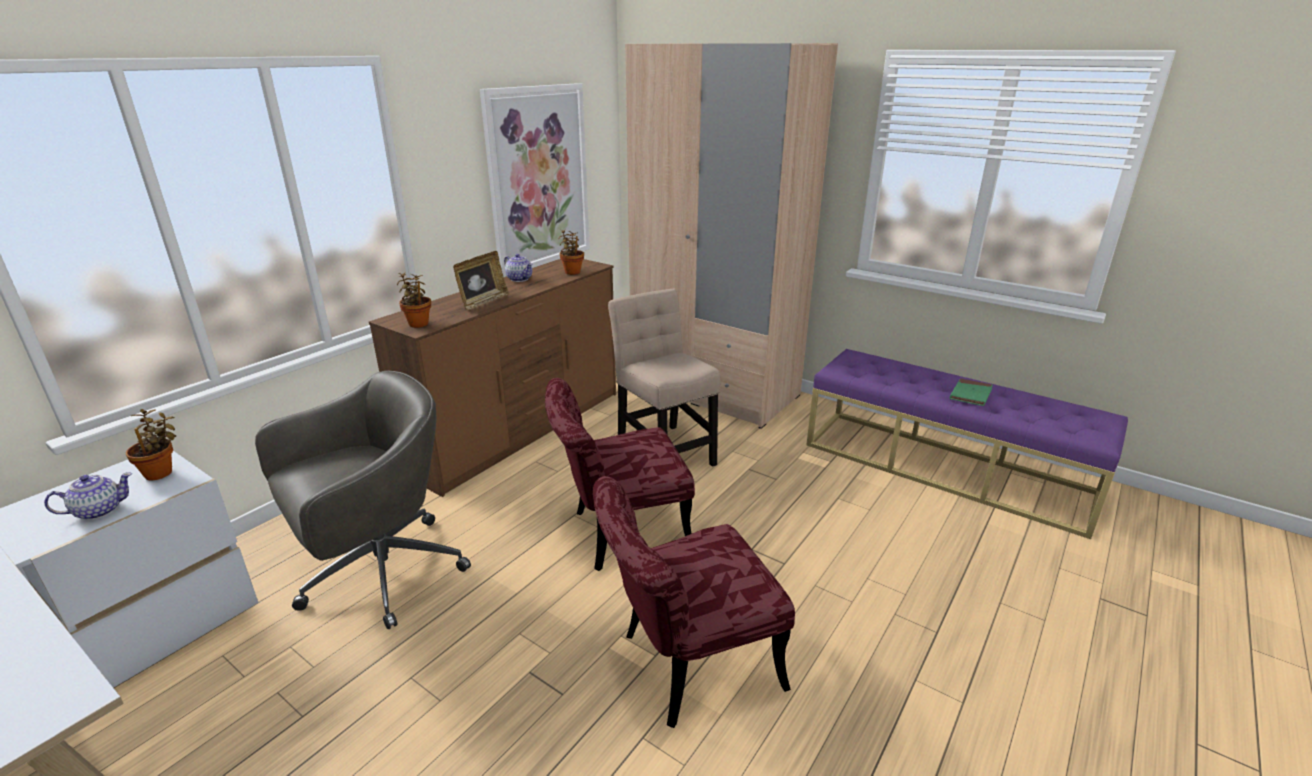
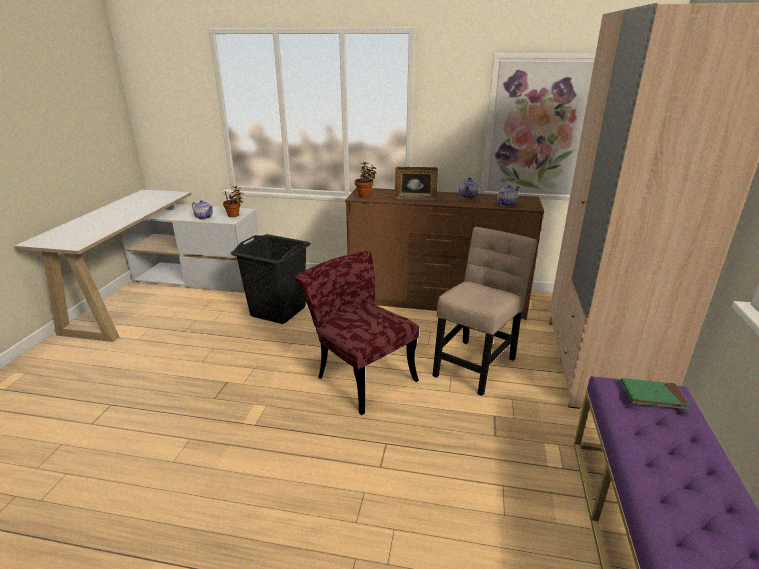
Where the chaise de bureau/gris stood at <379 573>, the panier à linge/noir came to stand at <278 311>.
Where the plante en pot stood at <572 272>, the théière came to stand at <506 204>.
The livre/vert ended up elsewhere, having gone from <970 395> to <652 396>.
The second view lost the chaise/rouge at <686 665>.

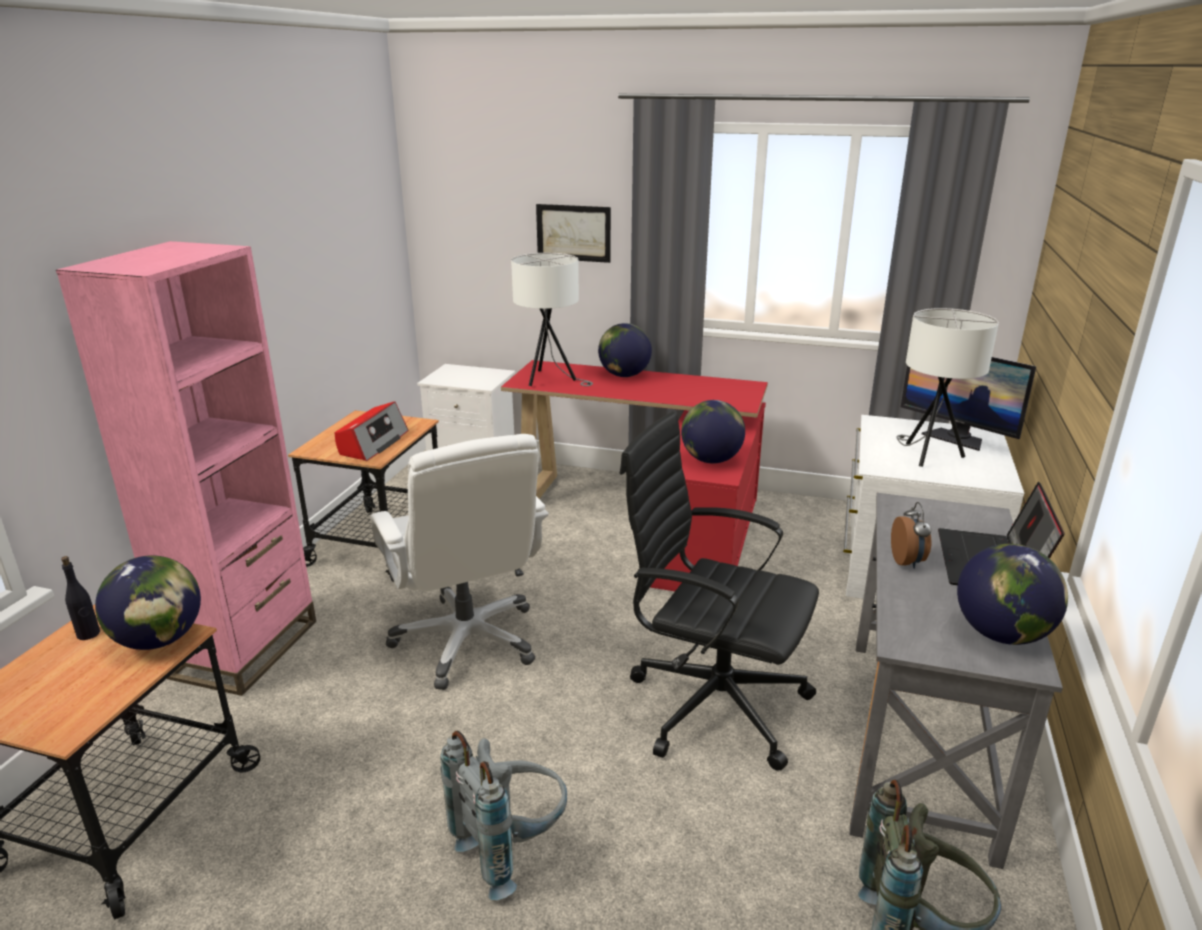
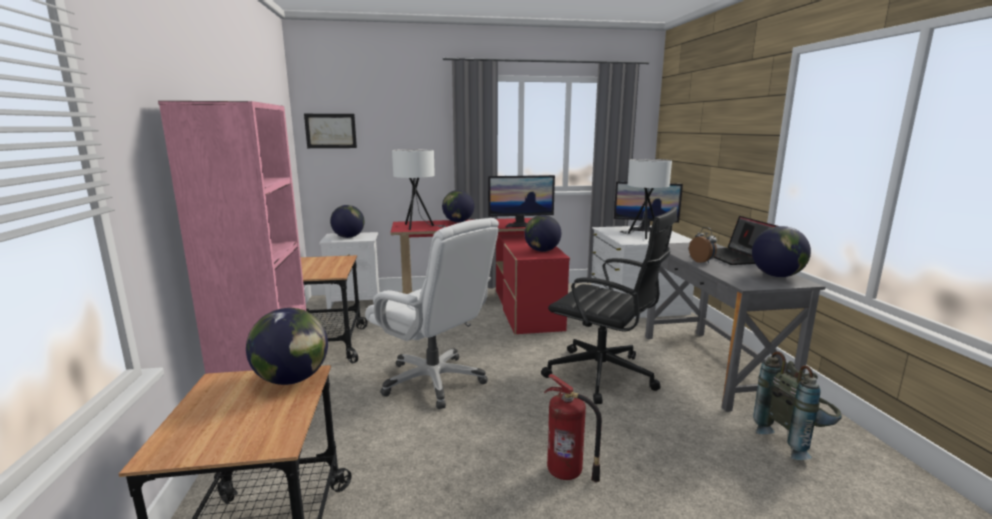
The tableau ended up elsewhere, having gone from <573 233> to <330 131>.
The second view gained the globe at <348 237>.
The second view gained the écran d'ordinateur at <520 225>.
The chaise de bureau/noir at <712 703> ended up facing another way, 150 degrees counterclockwise from before.
Where the sac à dos/gris stood at <512 847>, the extincteur came to stand at <567 473>.
The second view lost the bouteille/noir at <88 634>.
The second view lost the radio at <372 443>.

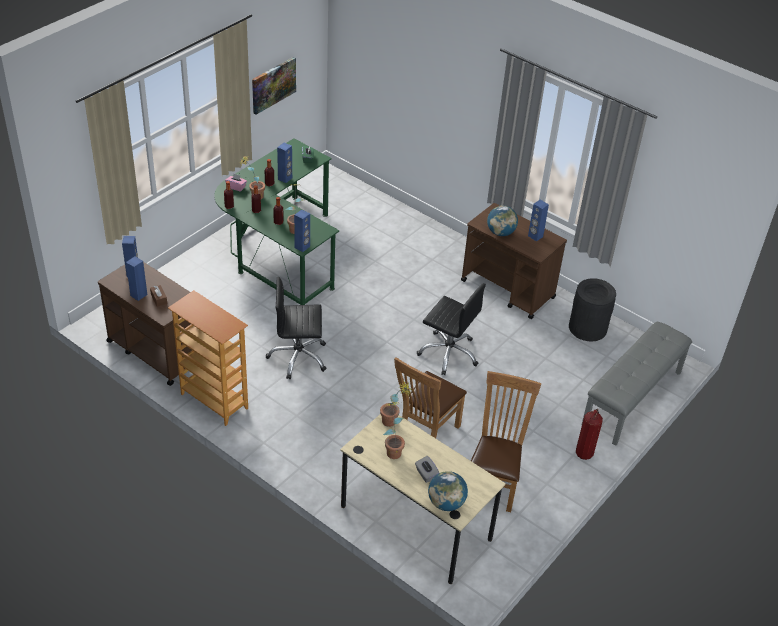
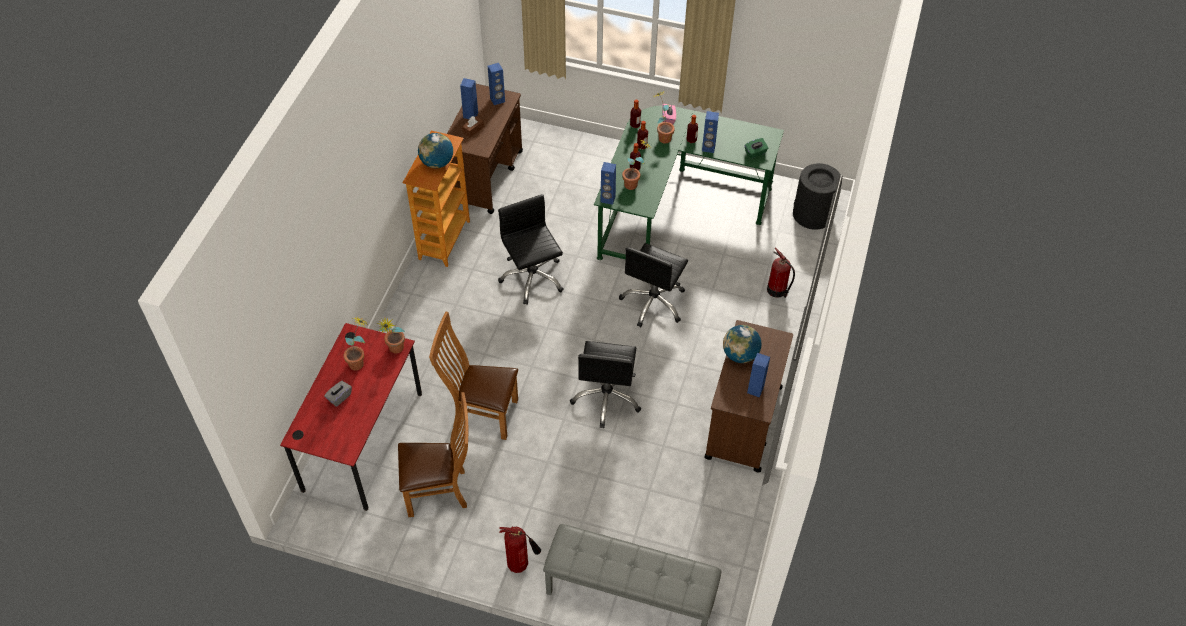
What was the bureau/beige at <415 523> turned into the bureau/rouge at <363 441>.
The globe ended up elsewhere, having gone from <446 503> to <437 163>.
The second view gained the chaise de bureau/noir at <653 302>.
The second view gained the extincteur at <777 290>.
The poubelle/noir ended up elsewhere, having gone from <588 328> to <812 214>.
The second view lost the tableau at <273 85>.

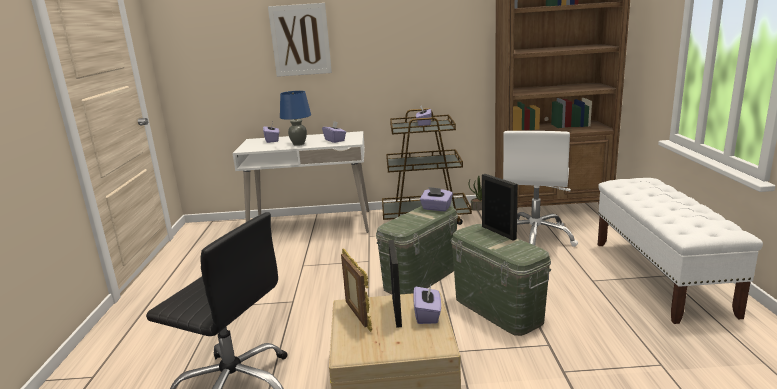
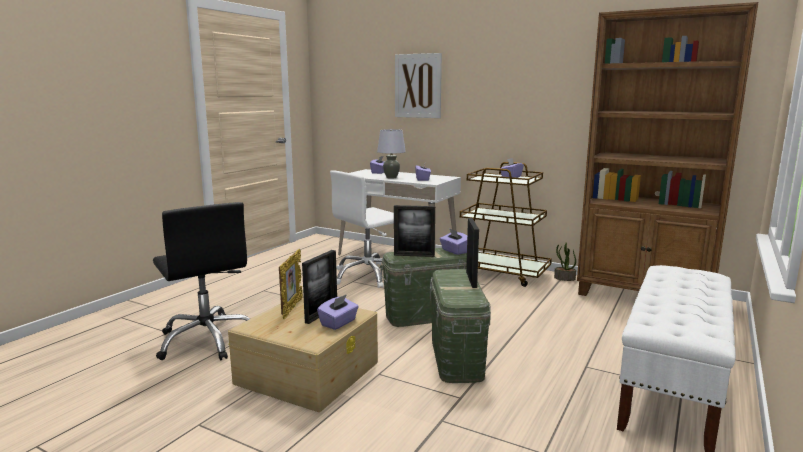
The chaise de bureau/blanc ended up elsewhere, having gone from <535 237> to <368 275>.
What was the lampe de table/bleu at <298 144> turned into the lampe de table/gris at <391 177>.
The second view gained the cadre photo at <414 255>.

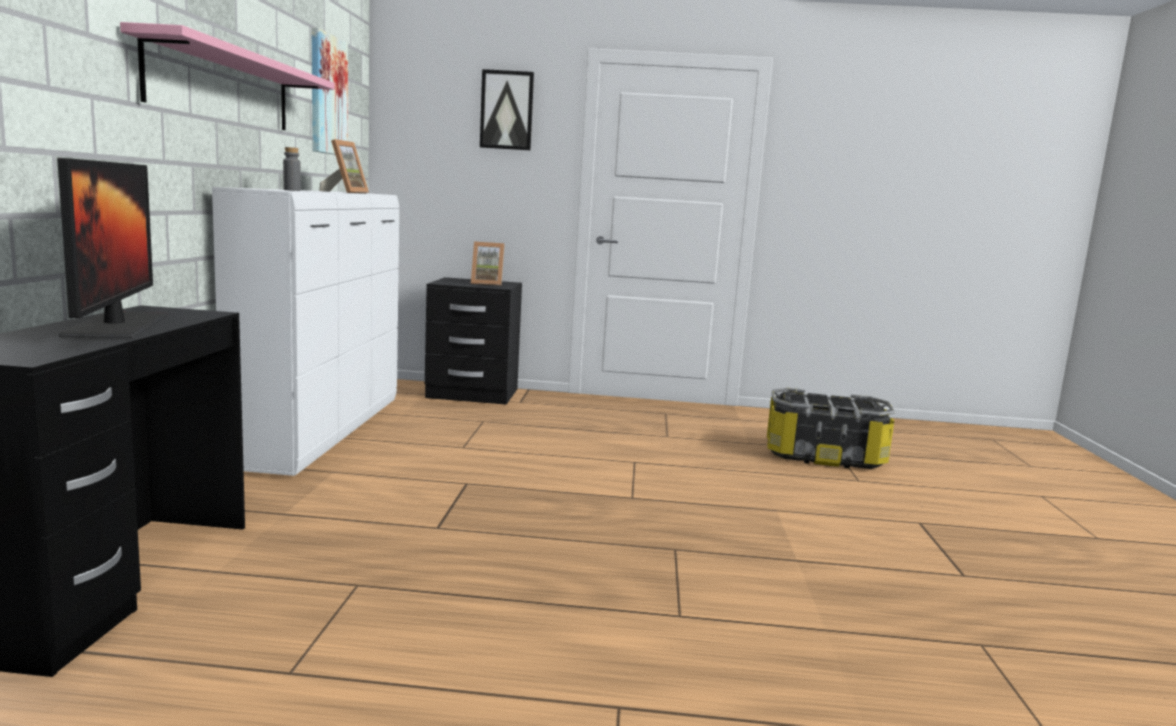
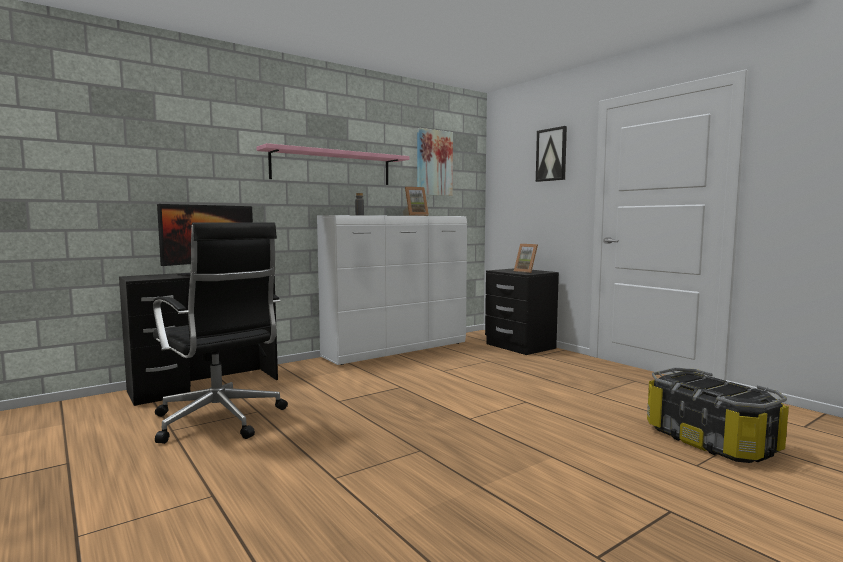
The second view gained the chaise de bureau/noir at <220 421>.

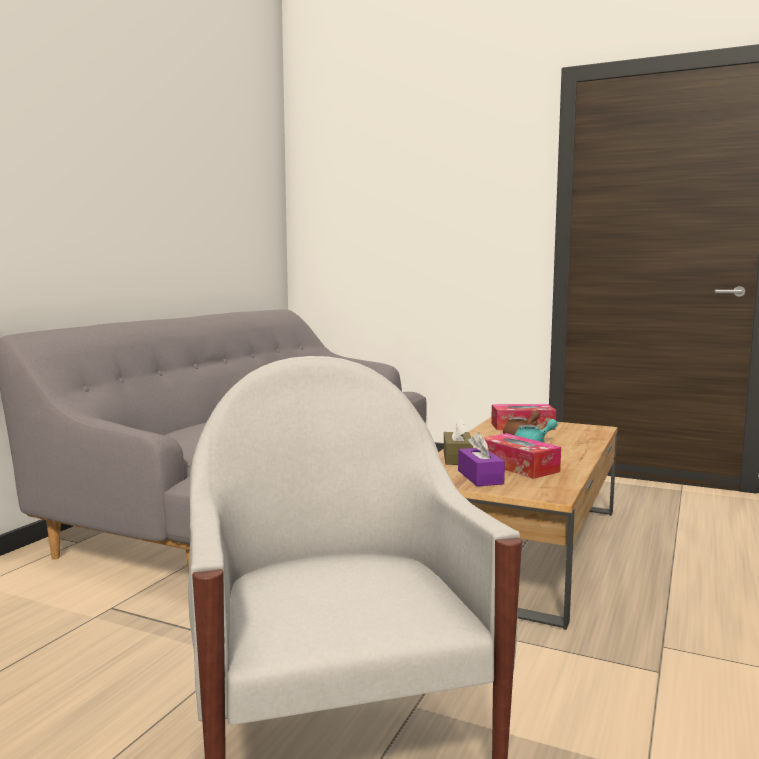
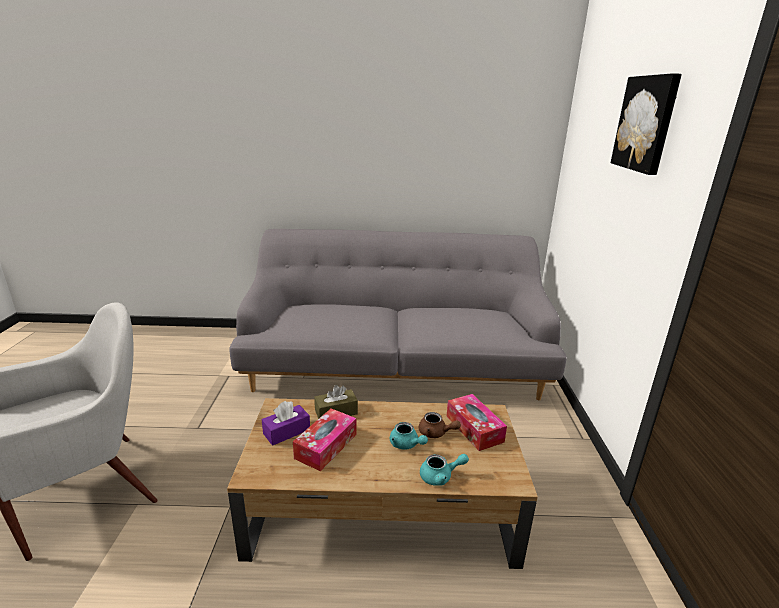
The second view gained the théière/turquoise at <440 476>.
The second view gained the tableau at <646 124>.

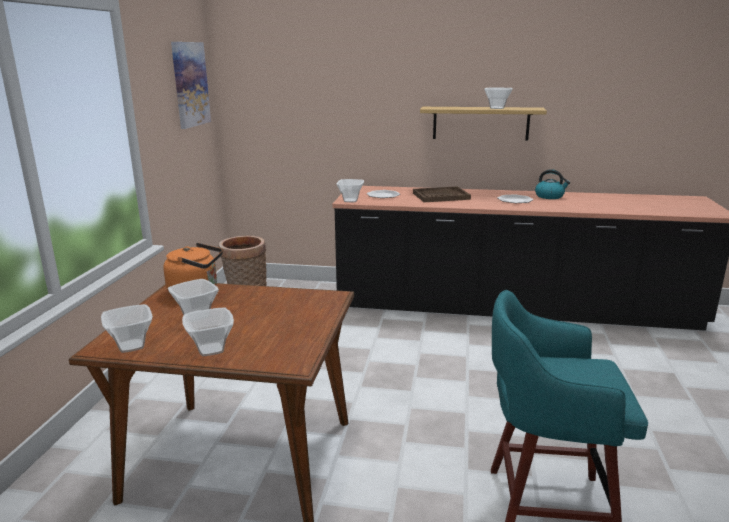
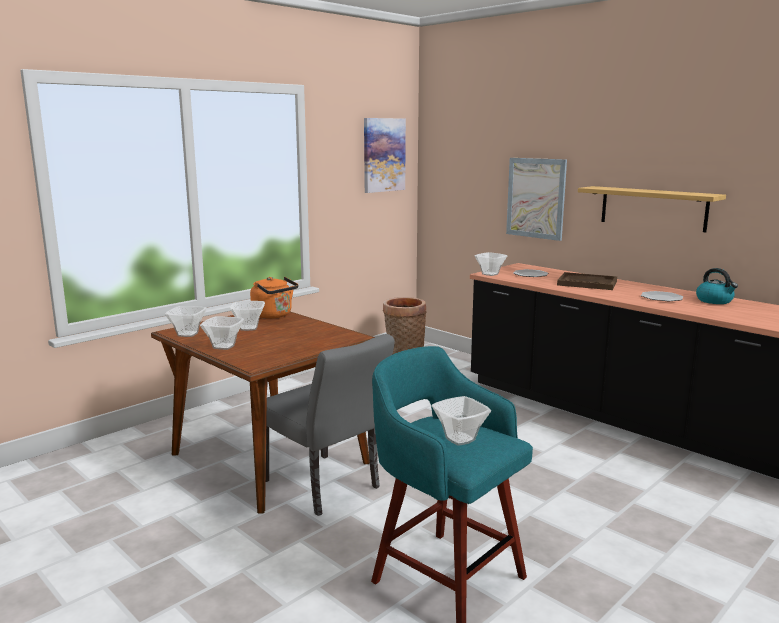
The second view gained the chaise/gris at <326 487>.
The bol ended up elsewhere, having gone from <496 108> to <460 438>.
The second view gained the tableau at <536 198>.

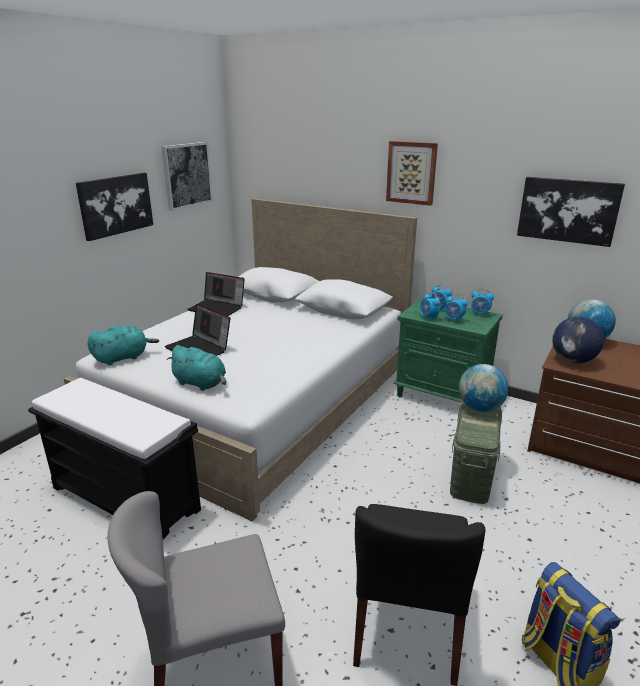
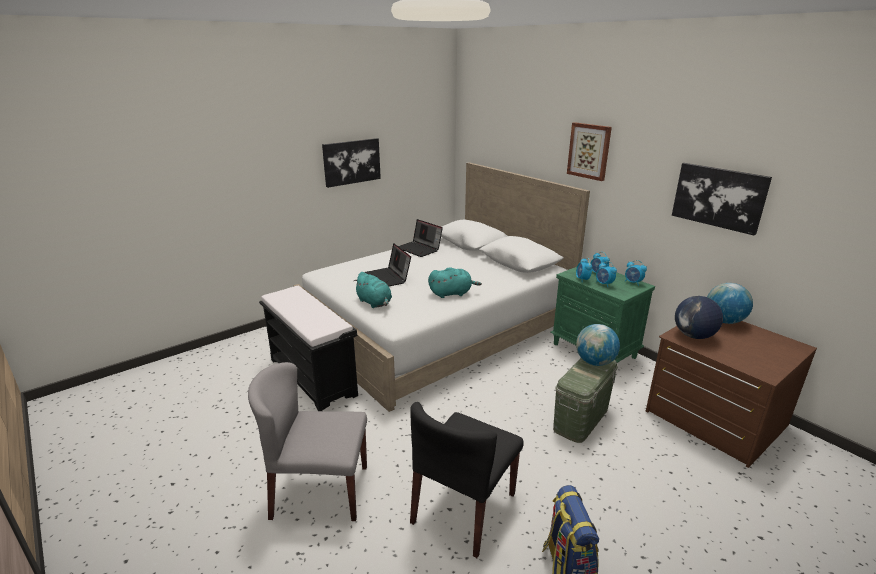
The peluche/turquoise ended up elsewhere, having gone from <123 357> to <452 293>.
The second view lost the tableau at <187 175>.

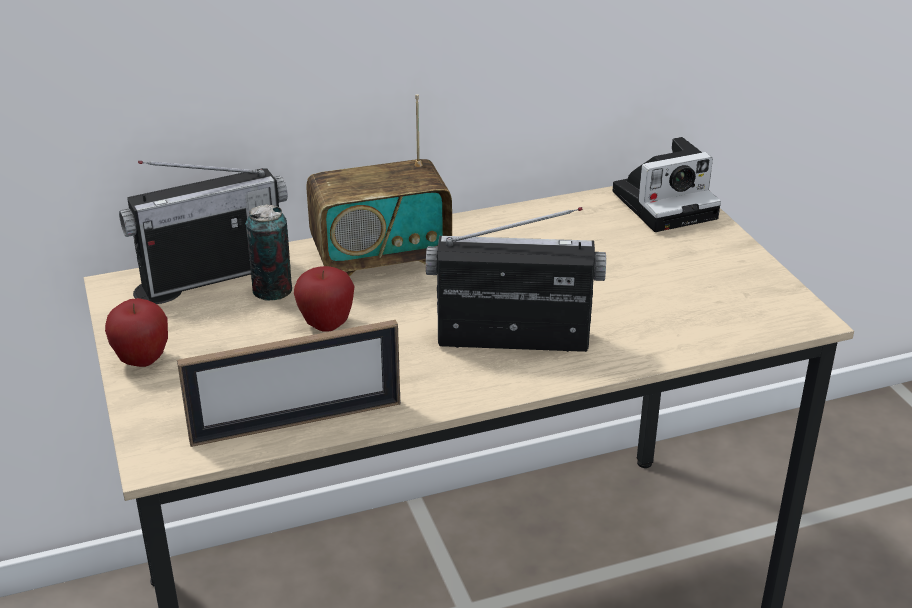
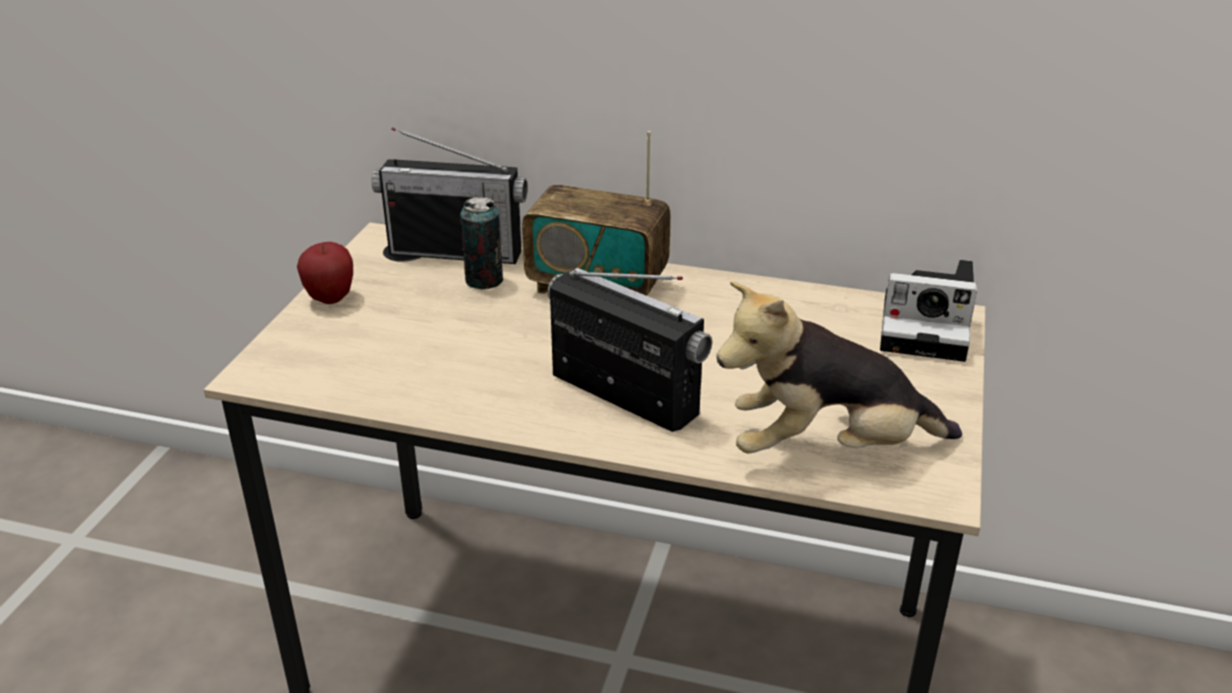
The second view gained the peluche at <827 449>.
The second view lost the cadre photo at <297 422>.
The second view lost the pomme at <326 325>.

